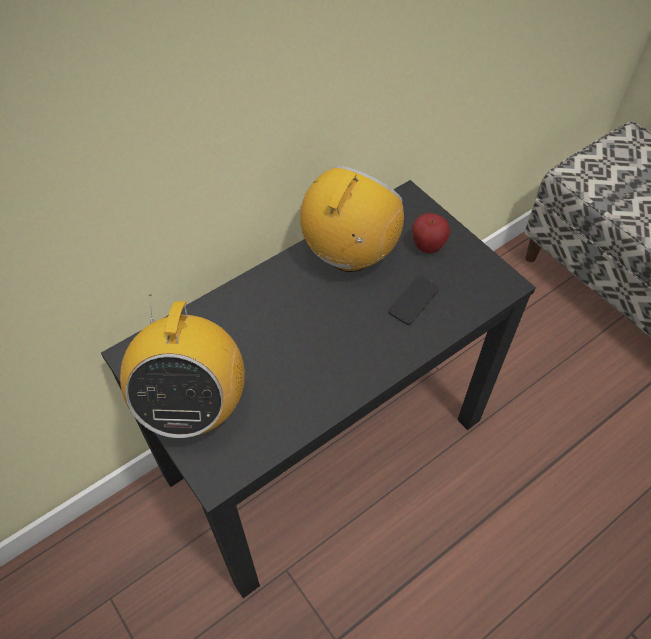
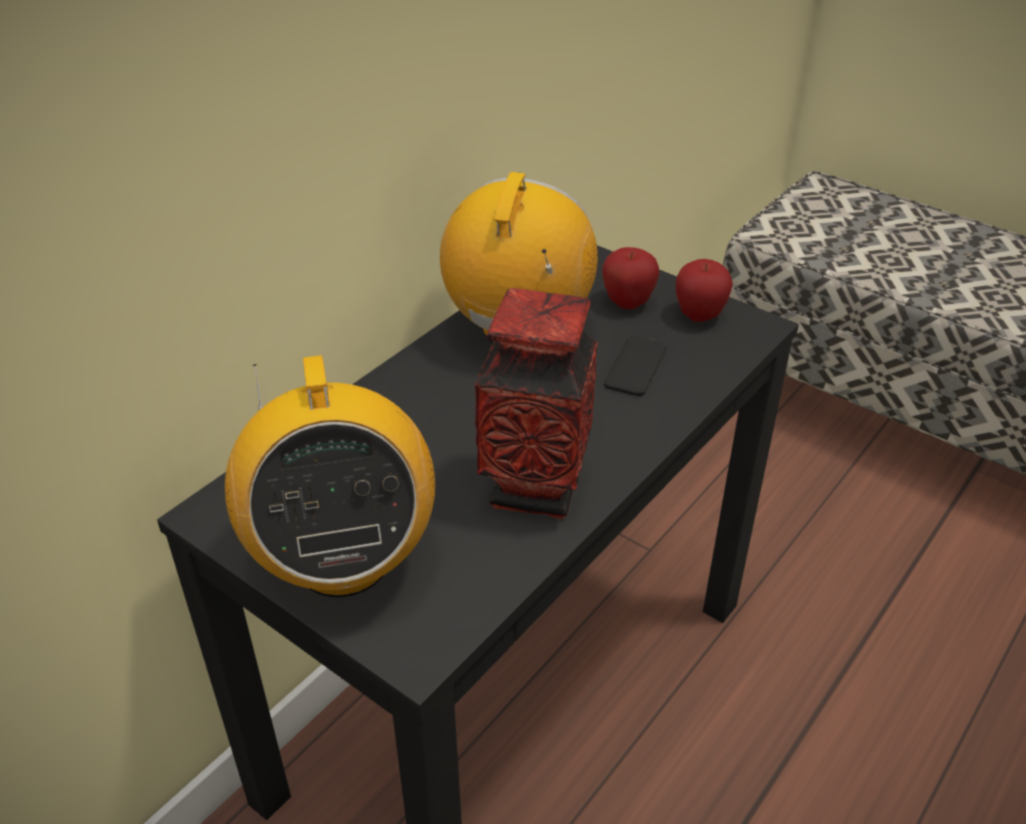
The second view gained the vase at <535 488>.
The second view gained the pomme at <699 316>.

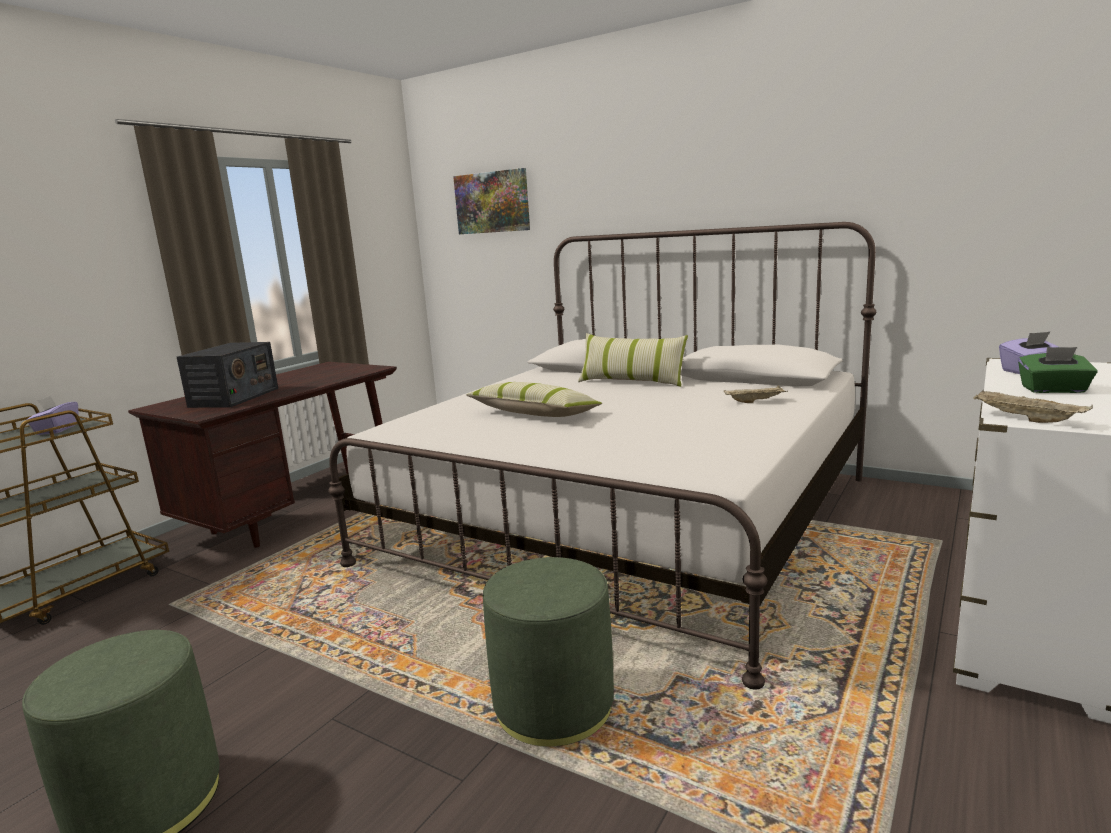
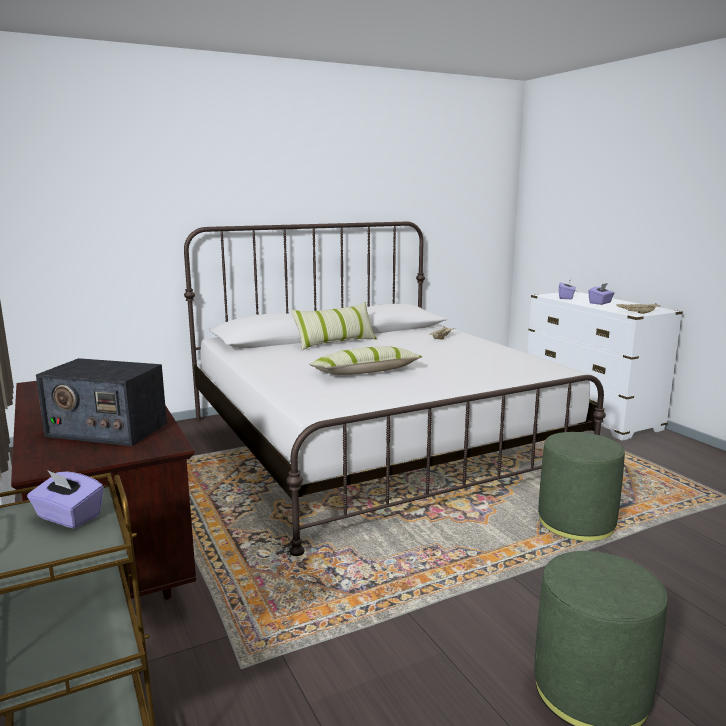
The radio at <234 397> ended up facing another way, 150 degrees clockwise from before.
What was the boîte à mouchoirs/vert at <1053 390> turned into the boîte à mouchoirs/violet at <600 303>.
The second view lost the tableau at <492 202>.

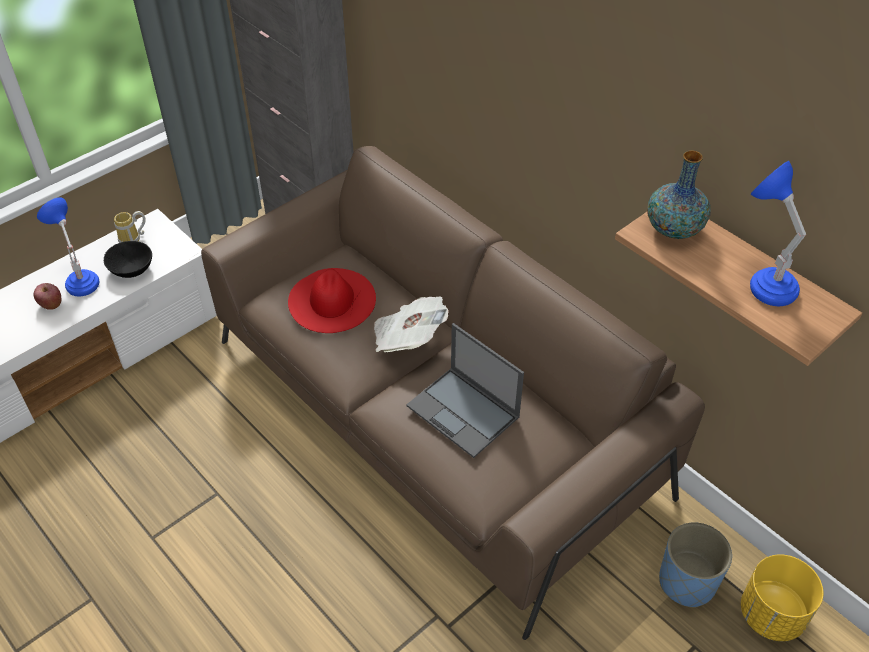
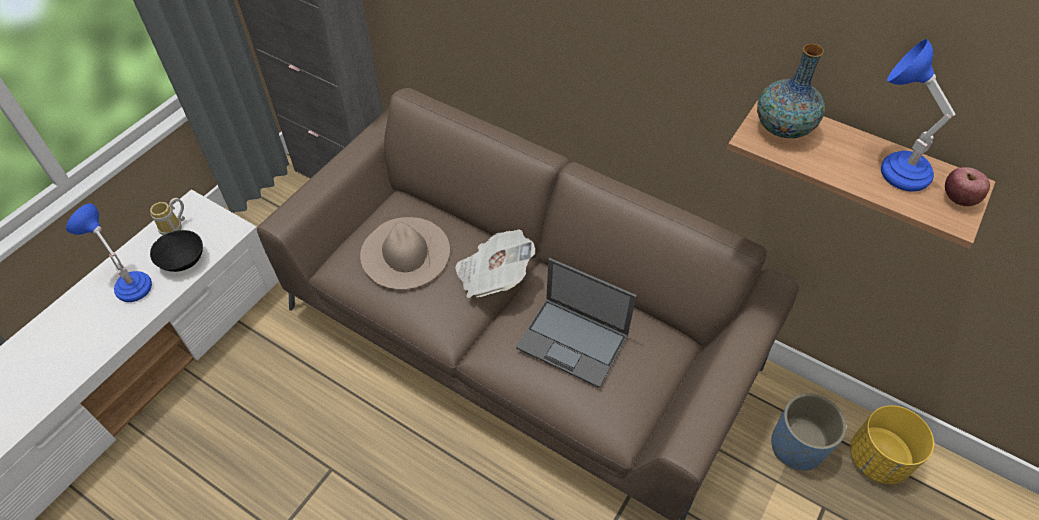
What was the chapeau/rouge at <332 300> turned into the chapeau/beige at <405 252>.
The pomme ended up elsewhere, having gone from <51 304> to <958 199>.

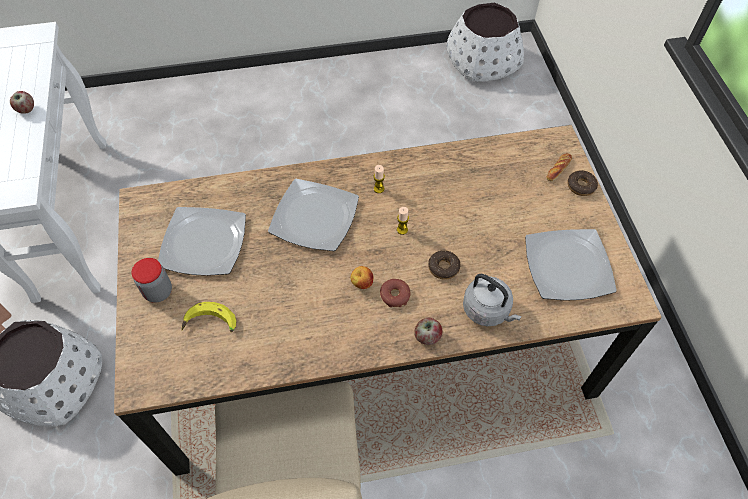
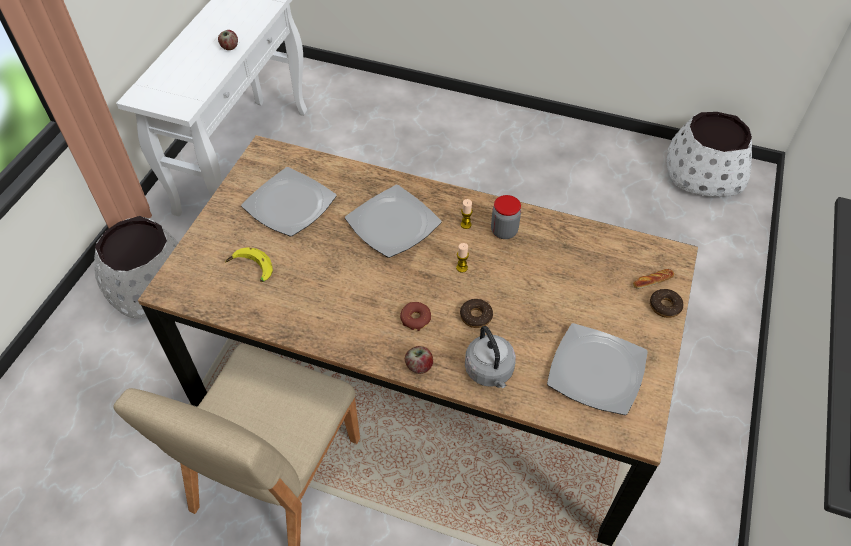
The bocal ended up elsewhere, having gone from <158 292> to <504 231>.
The second view lost the pomme at <362 283>.

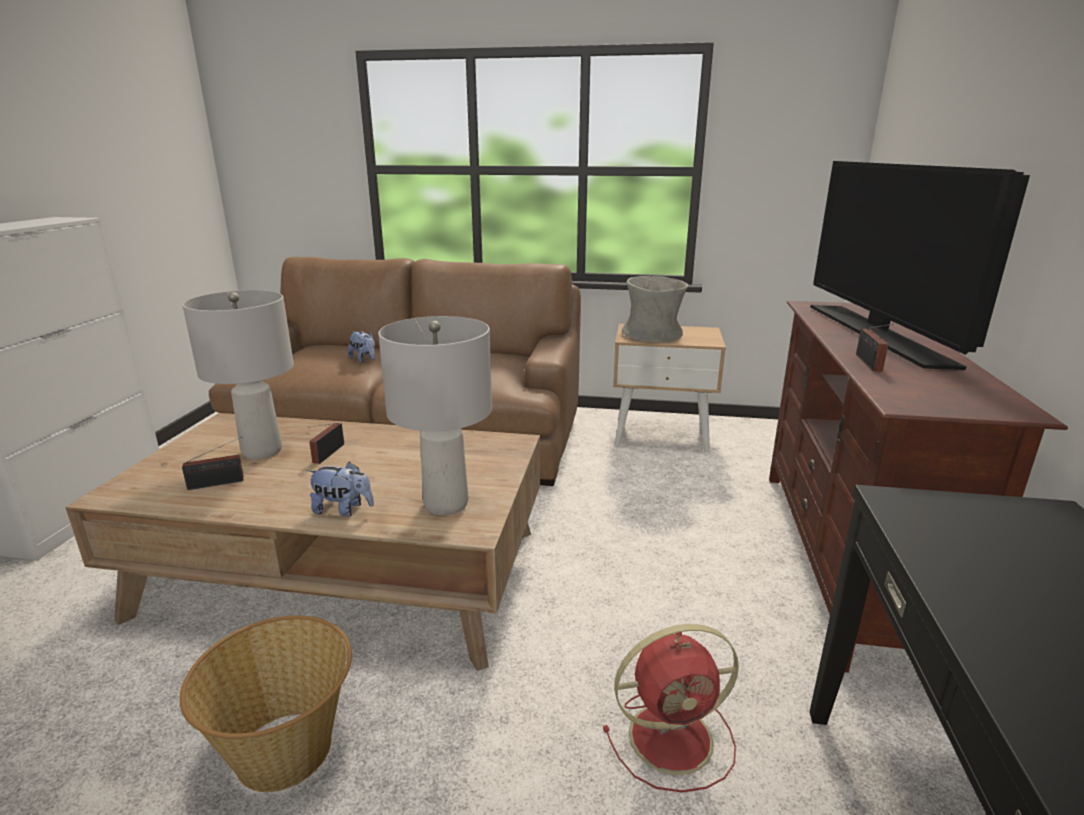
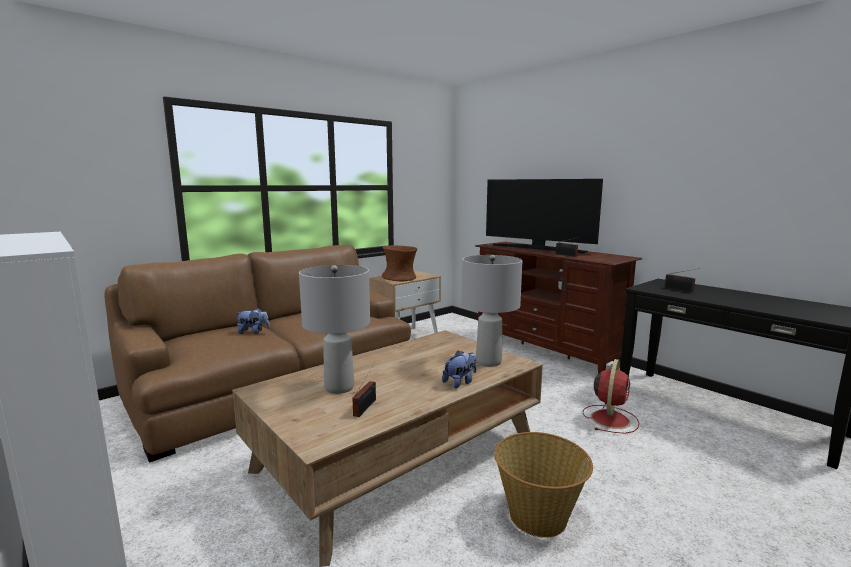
What was the vase/gris at <652 335> turned into the vase/marron at <400 278>.
The radio ended up elsewhere, having gone from <326 454> to <680 289>.

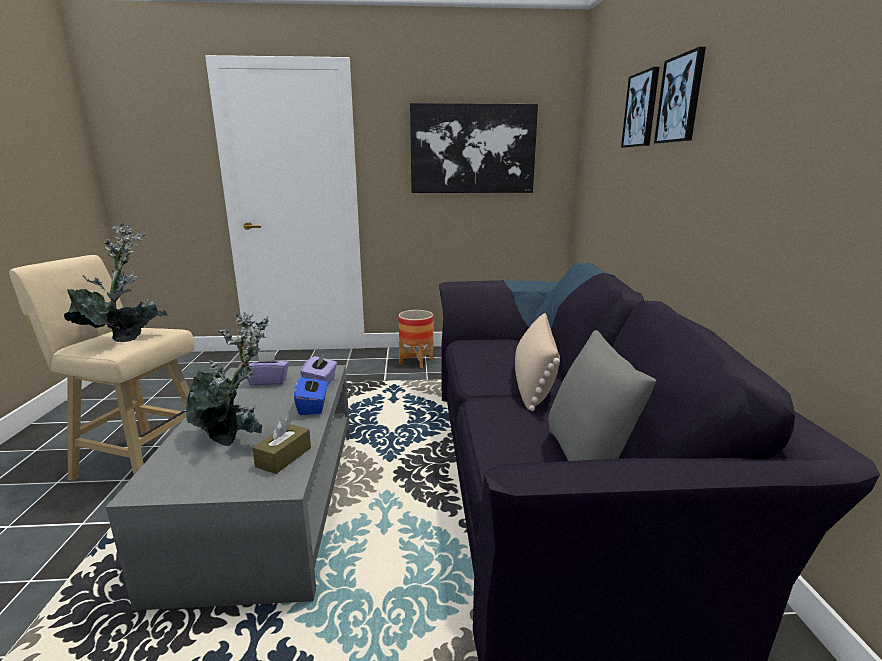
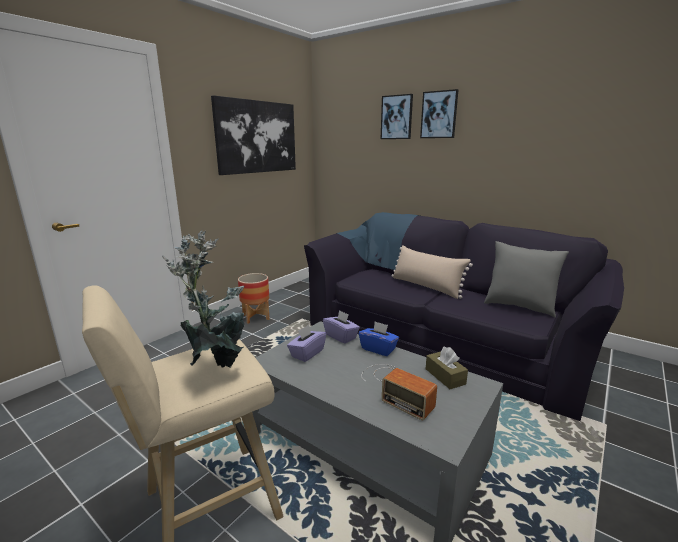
Where the plante en pot stood at <236 437>, the radio came to stand at <395 387>.

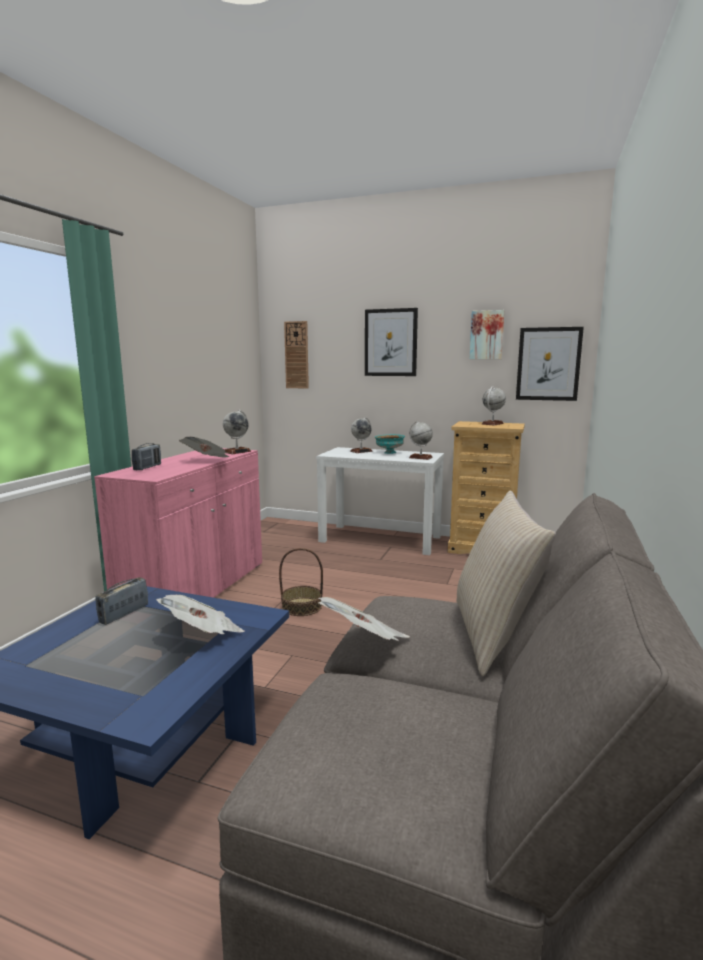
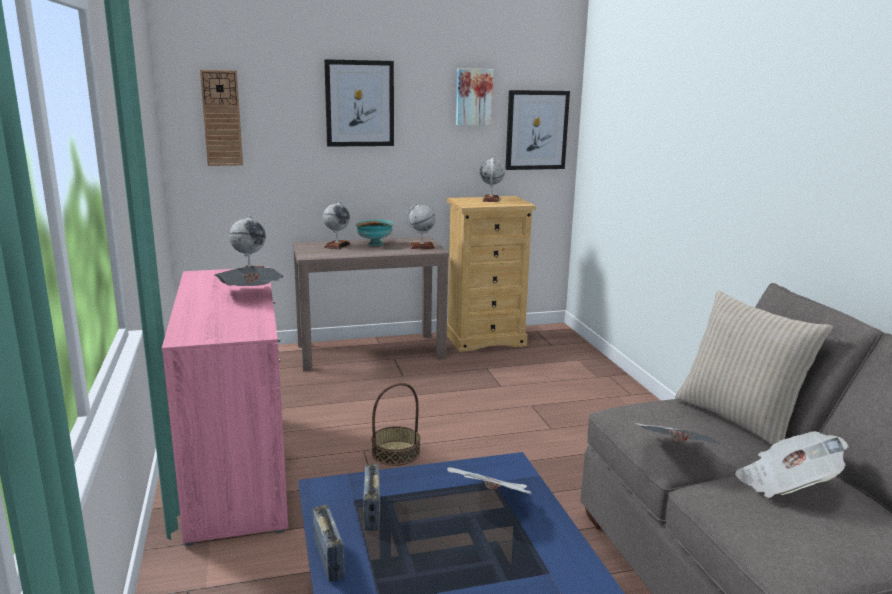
What was the table console/blanc at <380 539> turned into the table console/marron at <371 351>.
The radio ended up elsewhere, having gone from <147 467> to <329 559>.
The second view gained the journal at <785 485>.

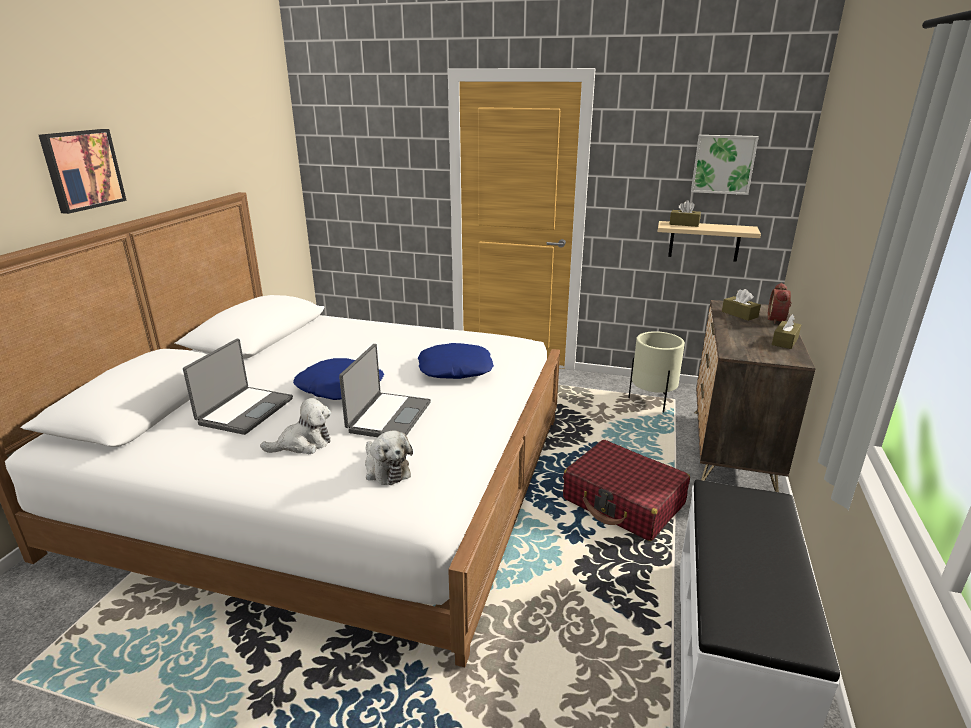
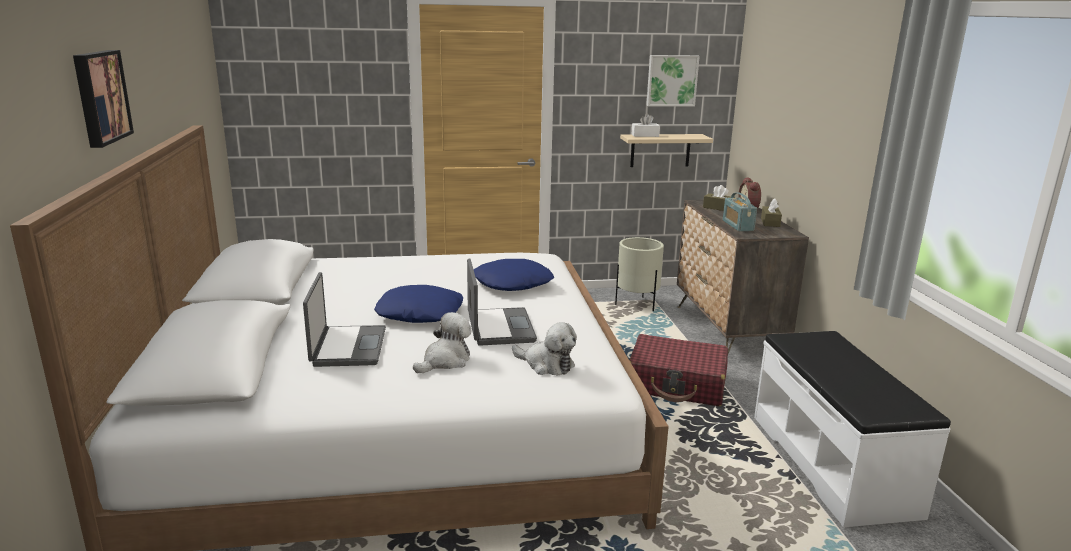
What was the boîte à mouchoirs/marron at <684 224> turned into the boîte à mouchoirs/blanc at <645 135>.
The second view gained the radio at <737 225>.

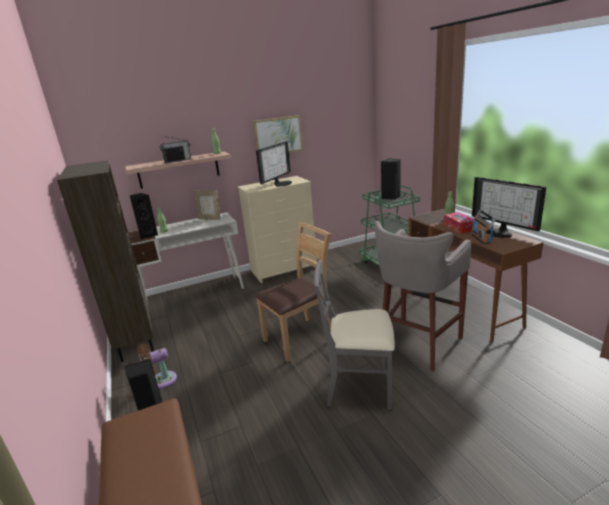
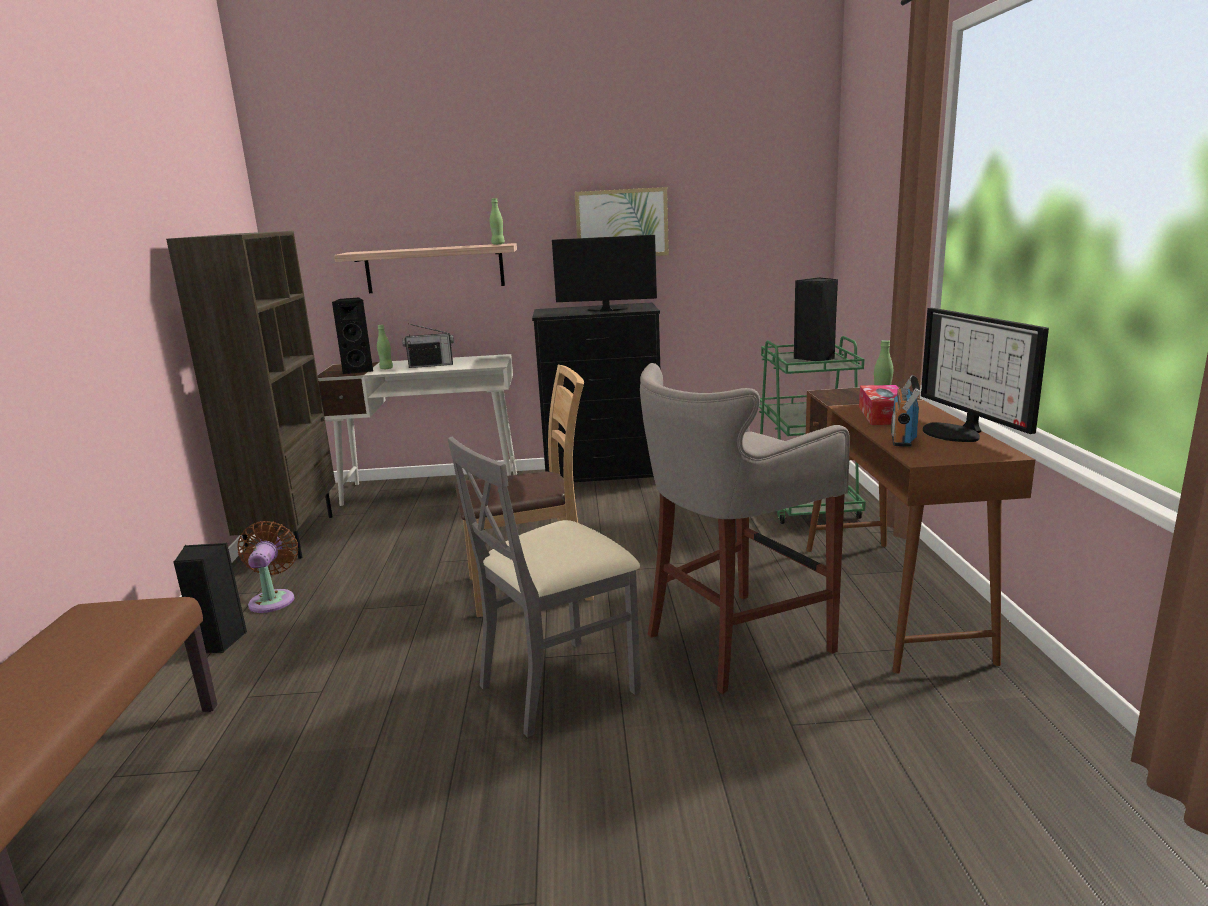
The ventilateur/marron at <161 381> ended up facing another way, 90 degrees clockwise from before.
The radio ended up elsewhere, having gone from <178 161> to <431 365>.
The chaise/gris at <359 387> ended up facing another way, 60 degrees counterclockwise from before.
What was the commode/beige at <284 269> turned into the commode/noir at <605 477>.
The écran d'ordinateur at <281 183> ended up facing another way, 135 degrees counterclockwise from before.
The second view lost the cadre photo at <209 219>.

